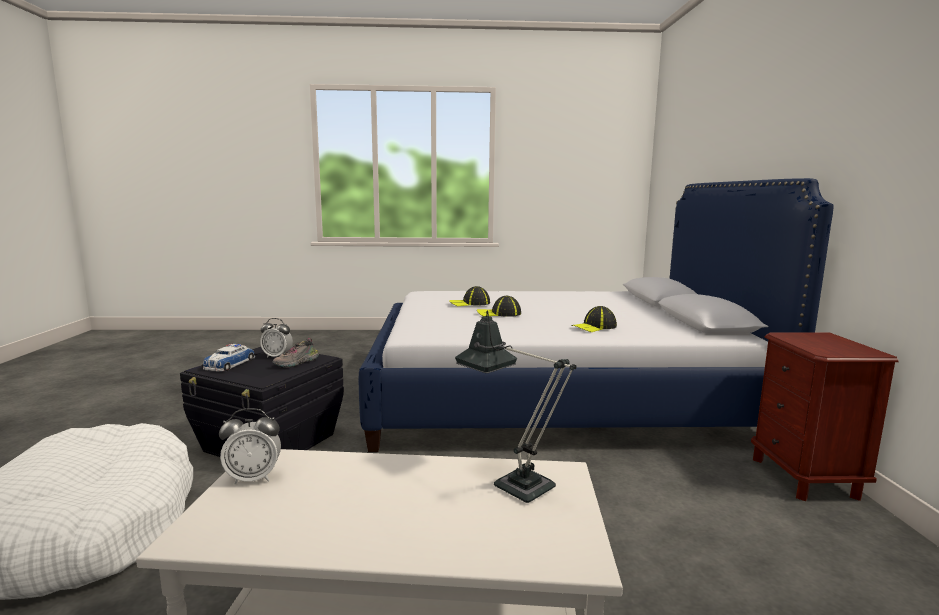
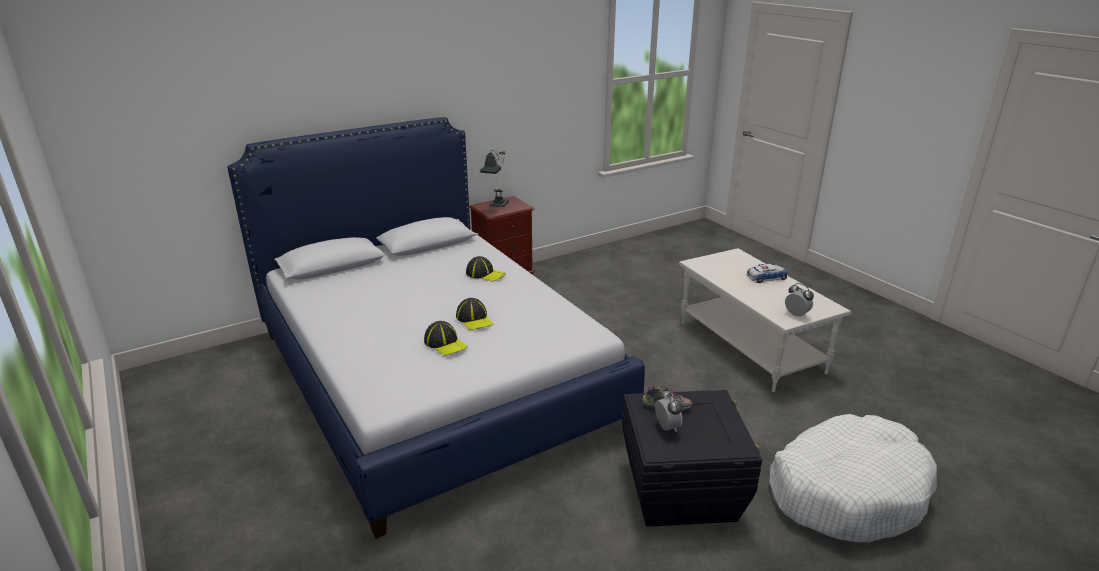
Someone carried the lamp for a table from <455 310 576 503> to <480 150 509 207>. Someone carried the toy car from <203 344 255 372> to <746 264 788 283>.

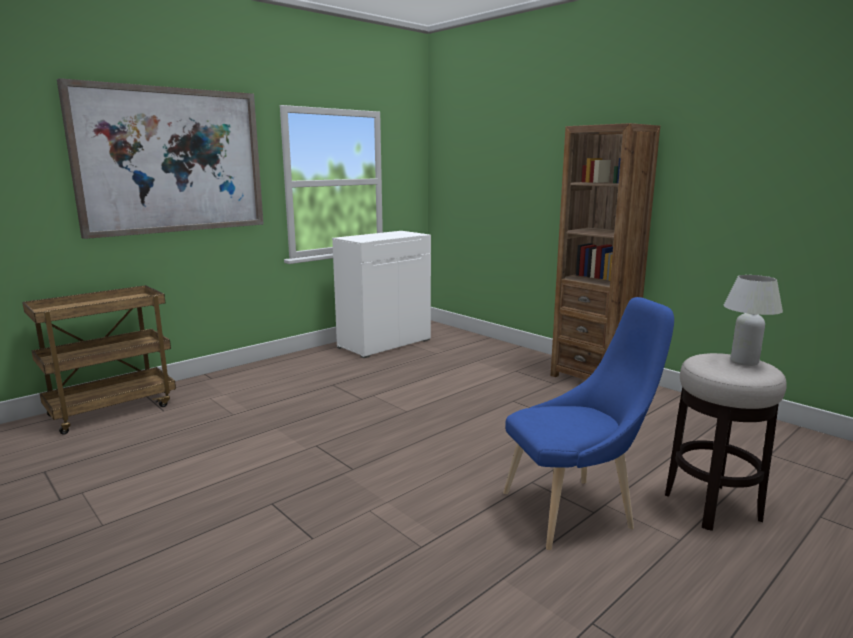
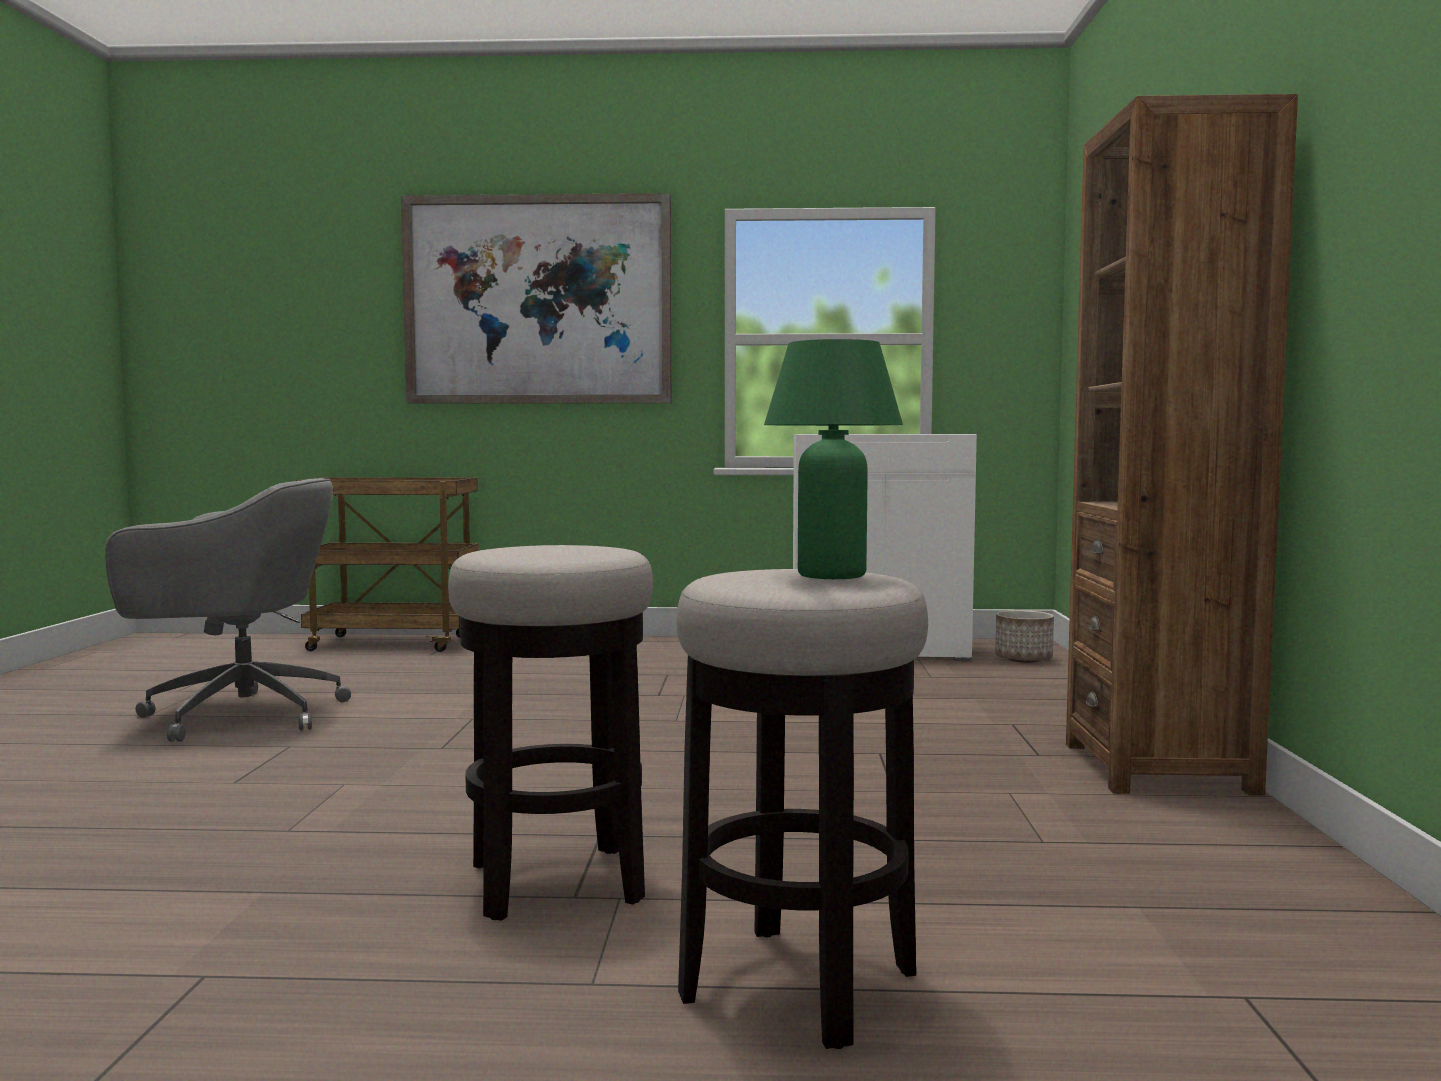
Someone repainted the white lamp for a table at <724 275 783 366>, which became the greenish lamp for a table at <764 339 903 579>. Someone swapped the bluish plain chair at <503 297 674 550> for the sitting stool at <448 545 653 921>. Someone put down the grey office chair at <105 478 351 742>. Someone put down the plant pot at <995 610 1054 663>.

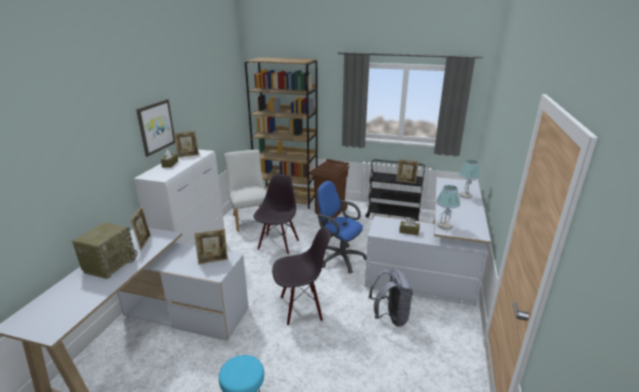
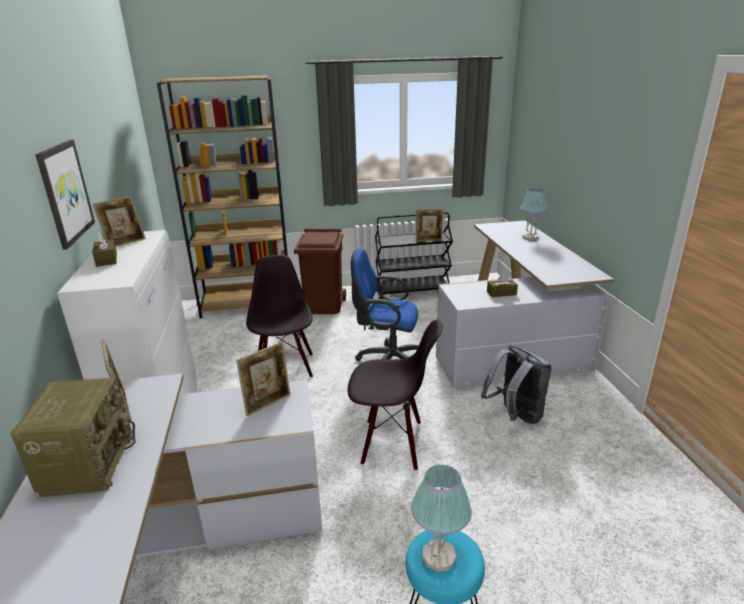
Someone took away the white plain chair at <224 150 271 232>. Someone carried the lamp for a table from <436 185 460 230> to <411 465 472 572>. Someone rotated the black plain chair at <272 227 331 325> by 45 degrees clockwise.

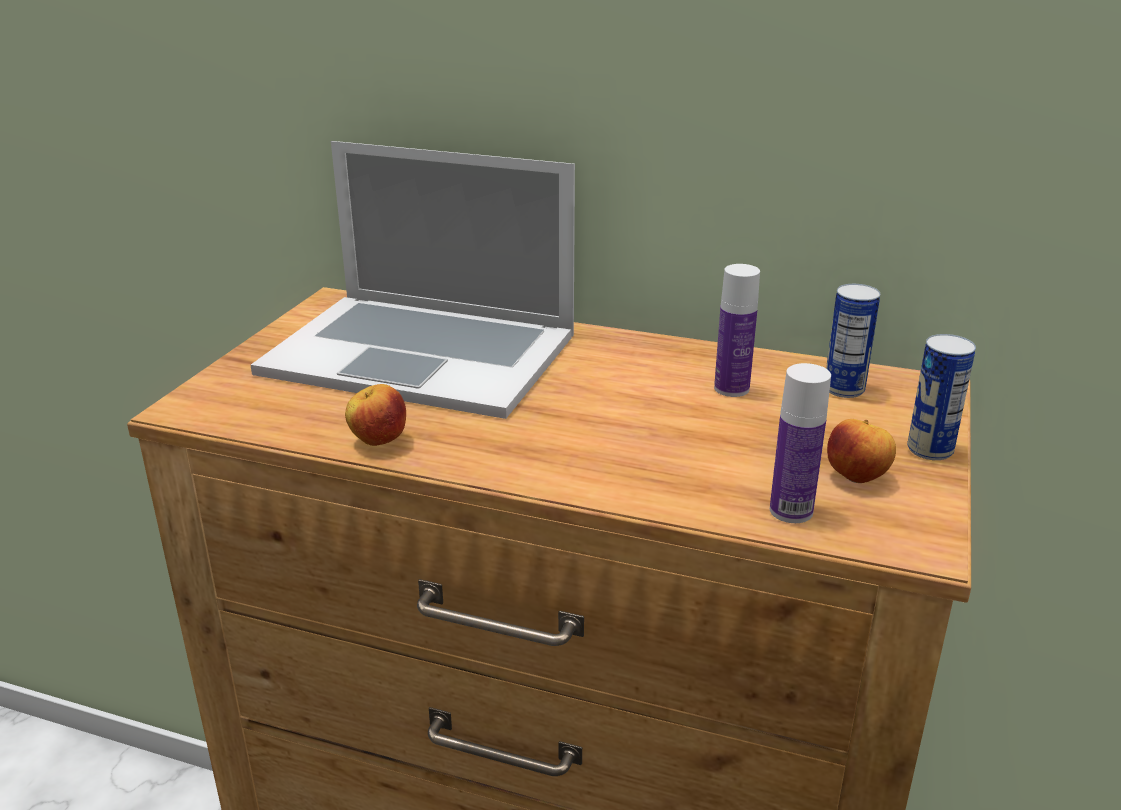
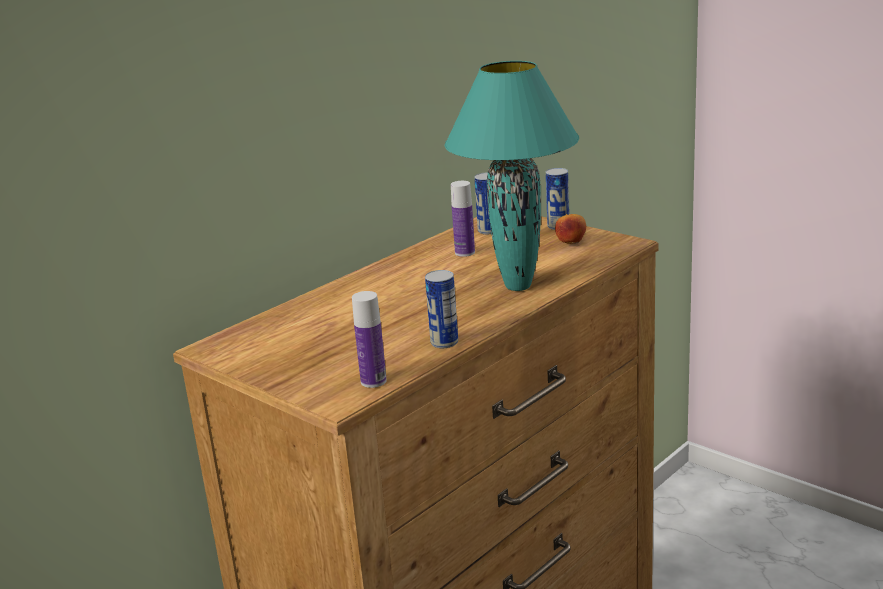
Someone took away the notebook computer at <251 141 575 419>. Someone carried the beverage bottle from <770 363 831 523> to <352 291 387 388>. Someone swapped the apple fruit at <345 384 406 446> for the sealed can at <425 270 458 348>. Someone put down the turquoise lamp for a table at <444 61 579 291>.

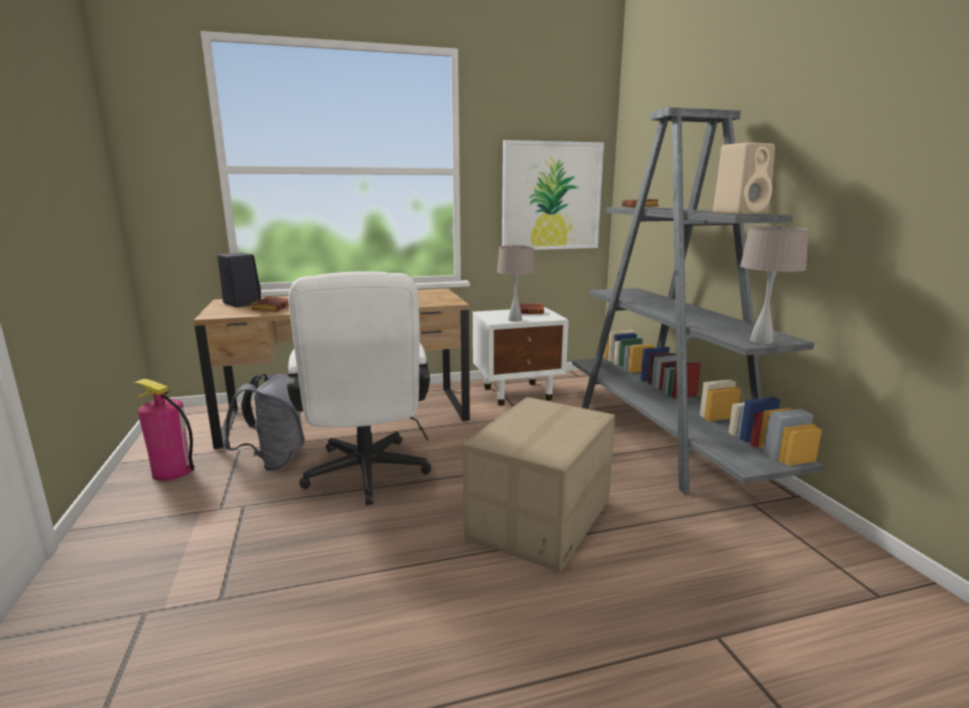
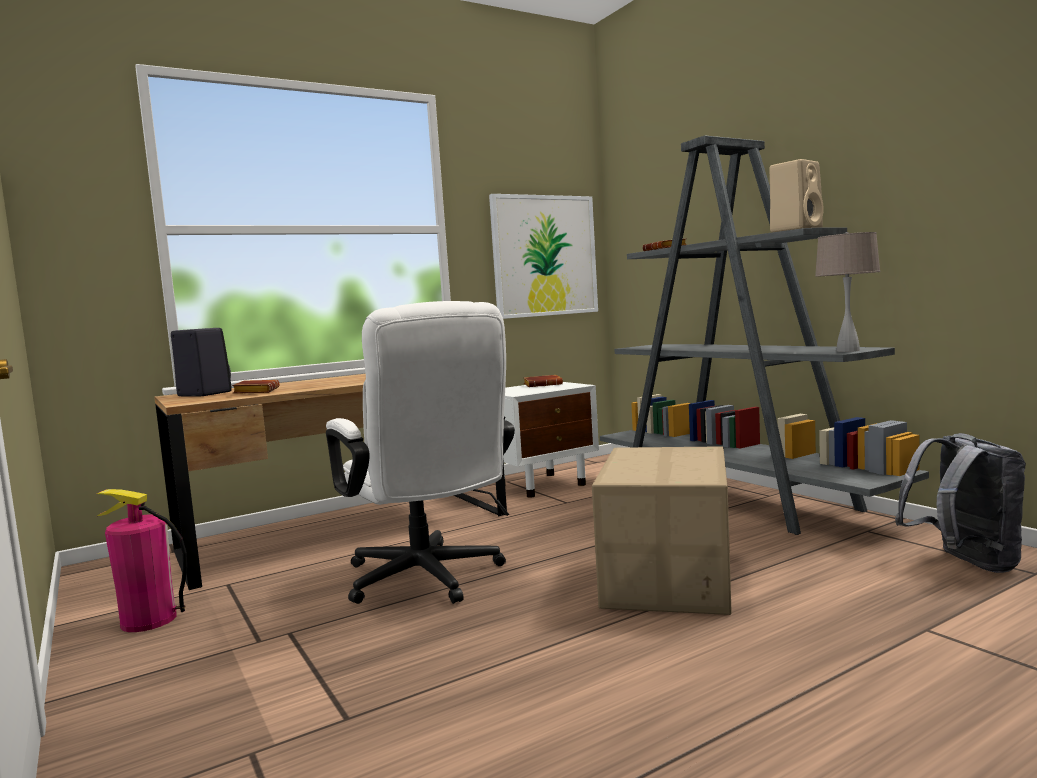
Someone took away the beige lamp for a table at <497 245 535 322>. Someone carried the grey backpack from <224 373 305 471> to <895 433 1026 573>.

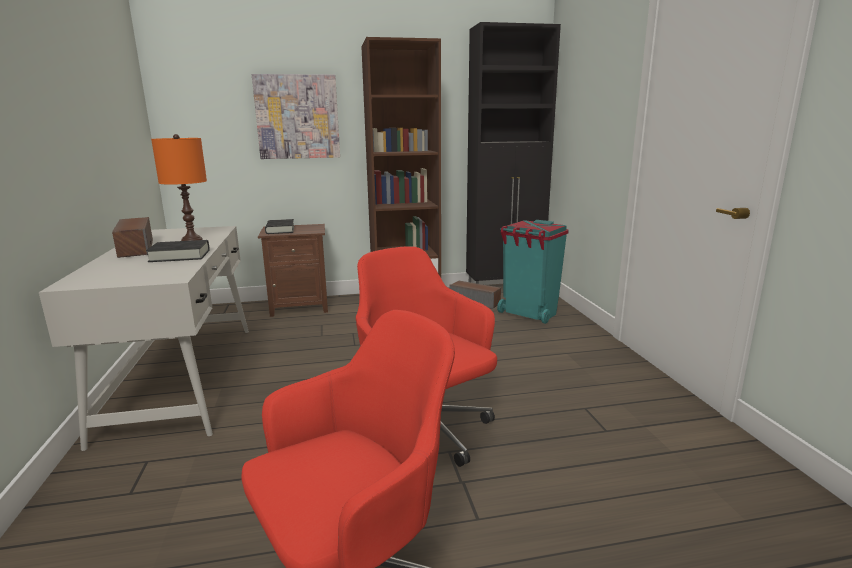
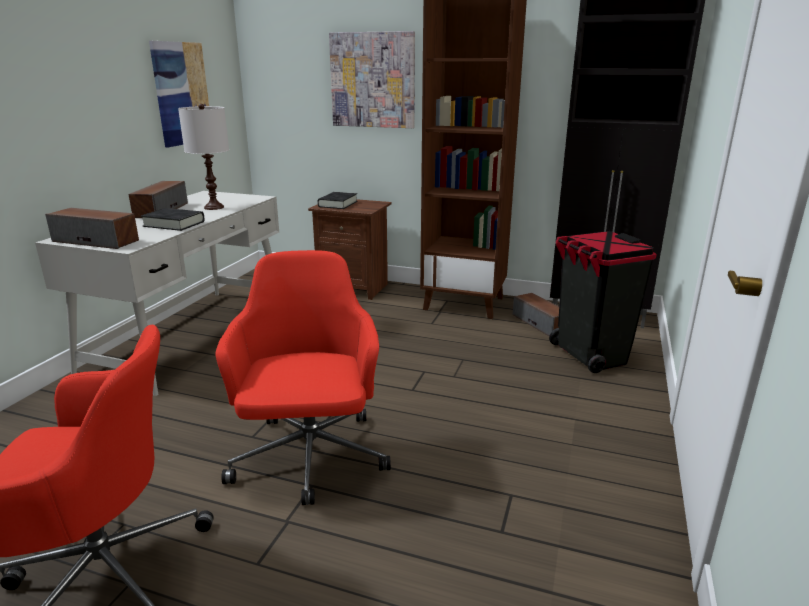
Someone repainted the orangey lamp for a table at <151 134 207 241>, which became the white lamp for a table at <178 104 229 210>. Someone repainted the turquoise waste bin at <497 220 569 324>, which became the black waste bin at <549 231 657 373>. Someone put up the wall art at <149 41 209 147>. Someone put down the audio speaker at <45 208 139 249>.

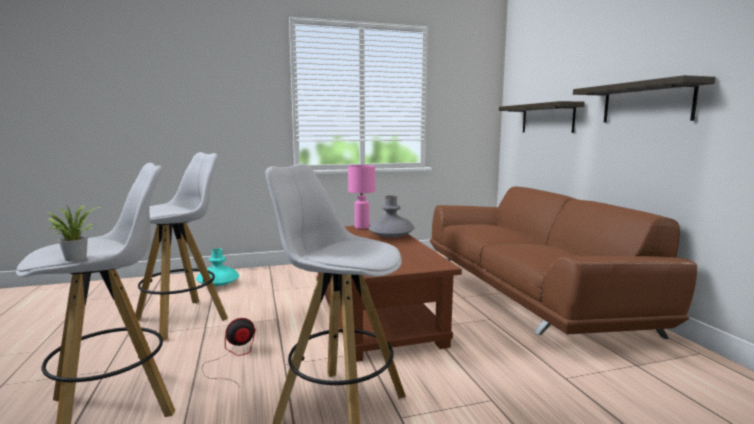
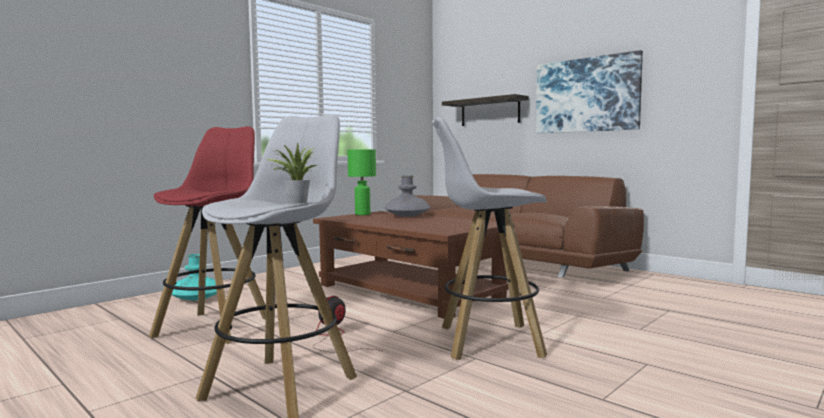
Someone swapped the wall shelf at <573 75 715 123> for the wall art at <536 50 643 133>. Someone repainted the white sitting stool at <135 152 228 341>, which became the red-coloured sitting stool at <149 126 266 344>. Someone repainted the pink lamp for a table at <348 165 375 229>, which became the greenish lamp for a table at <348 149 376 215>.

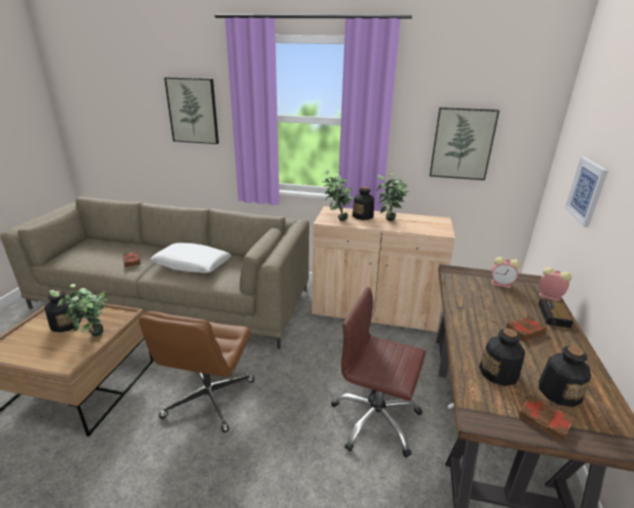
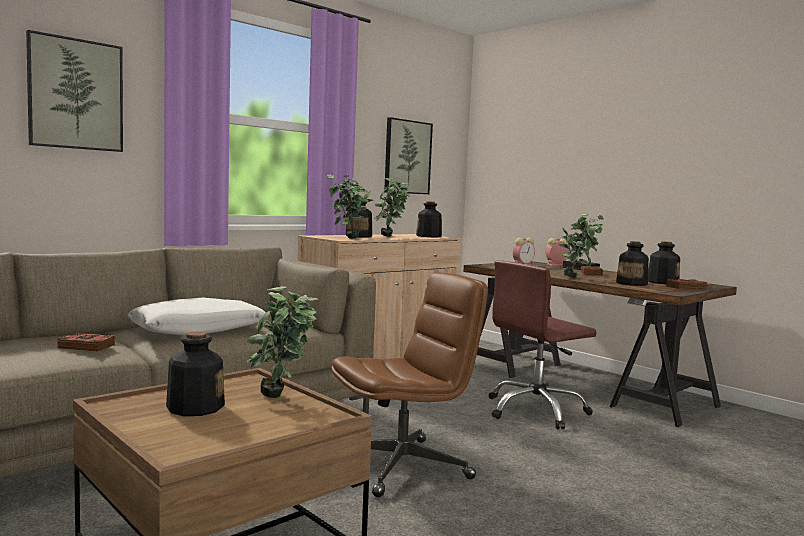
Someone took away the wall art at <565 157 608 227>. Someone rotated the brown-coloured office chair at <139 311 255 433> by 75 degrees counterclockwise. Someone put down the beverage bottle at <416 201 442 237>. Someone put down the houseplant at <558 214 604 278>.

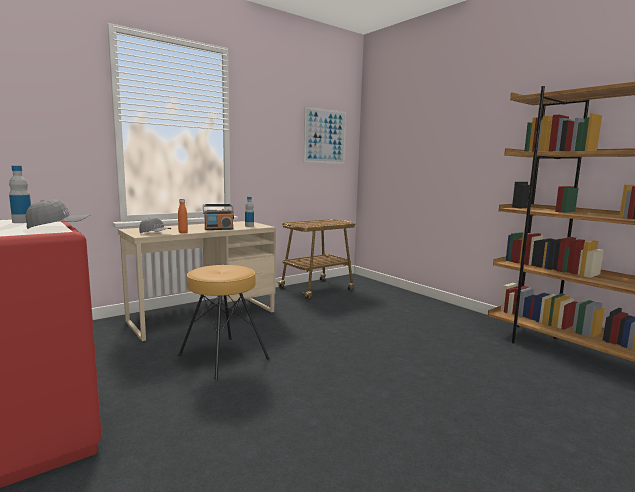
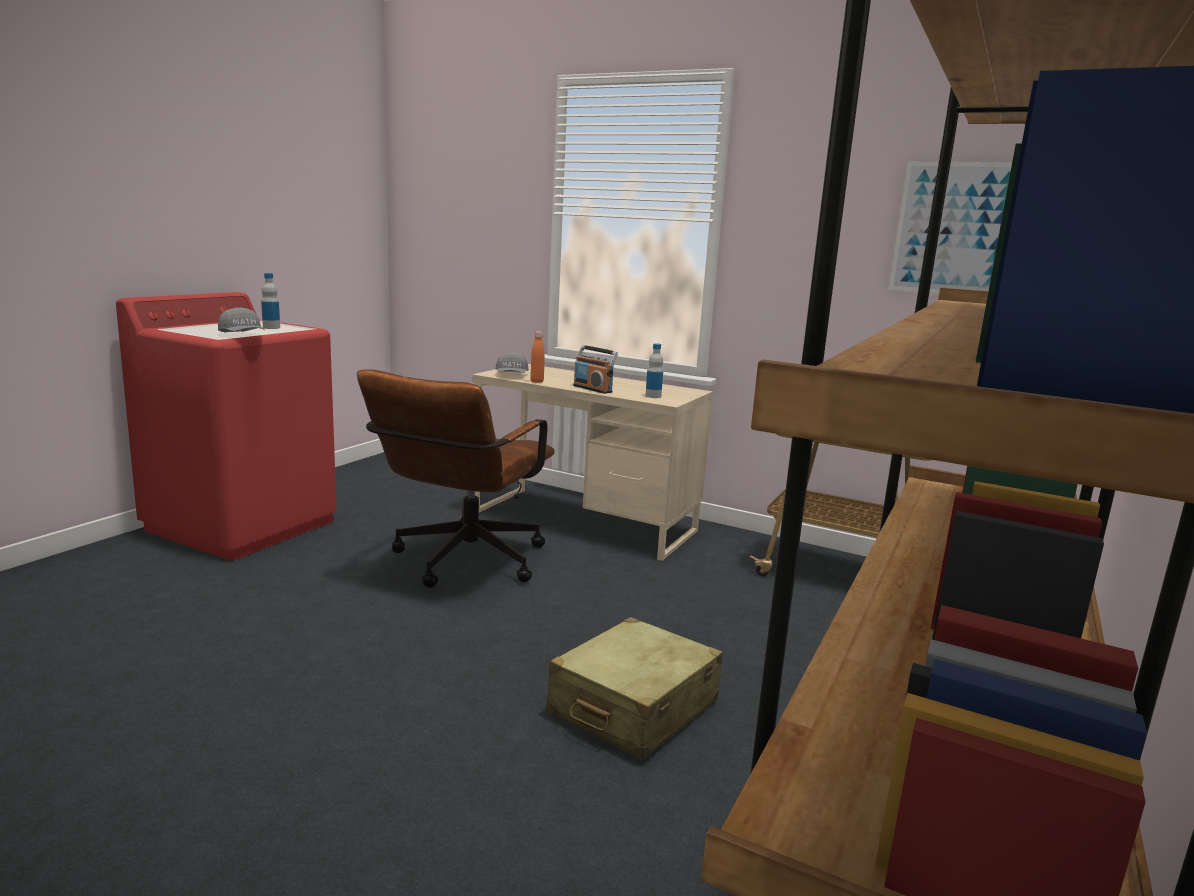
Someone swapped the brown-coloured sitting stool at <178 265 269 380> for the brown-coloured office chair at <357 369 555 588>. Someone put down the beige travel case at <547 617 723 760>.

